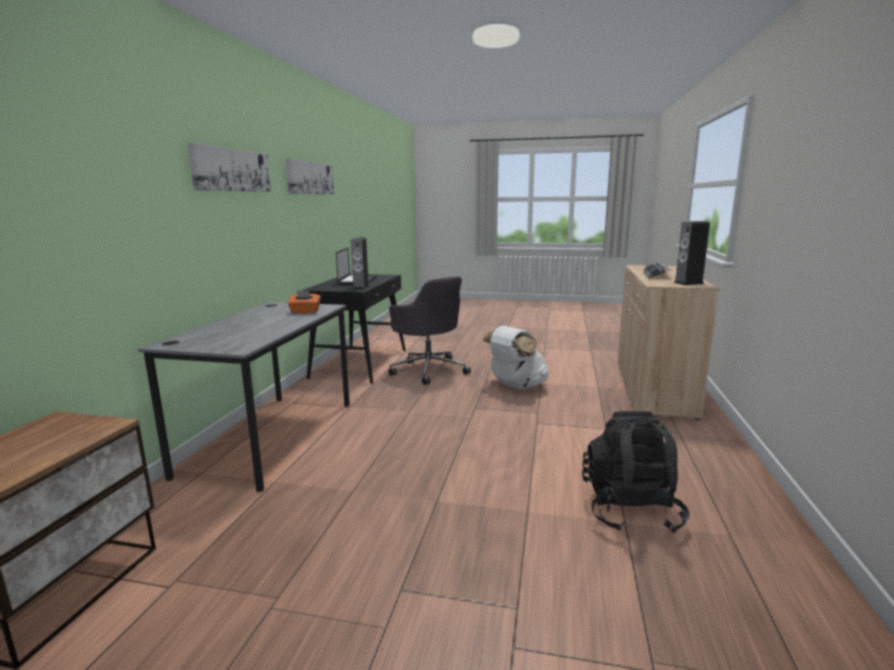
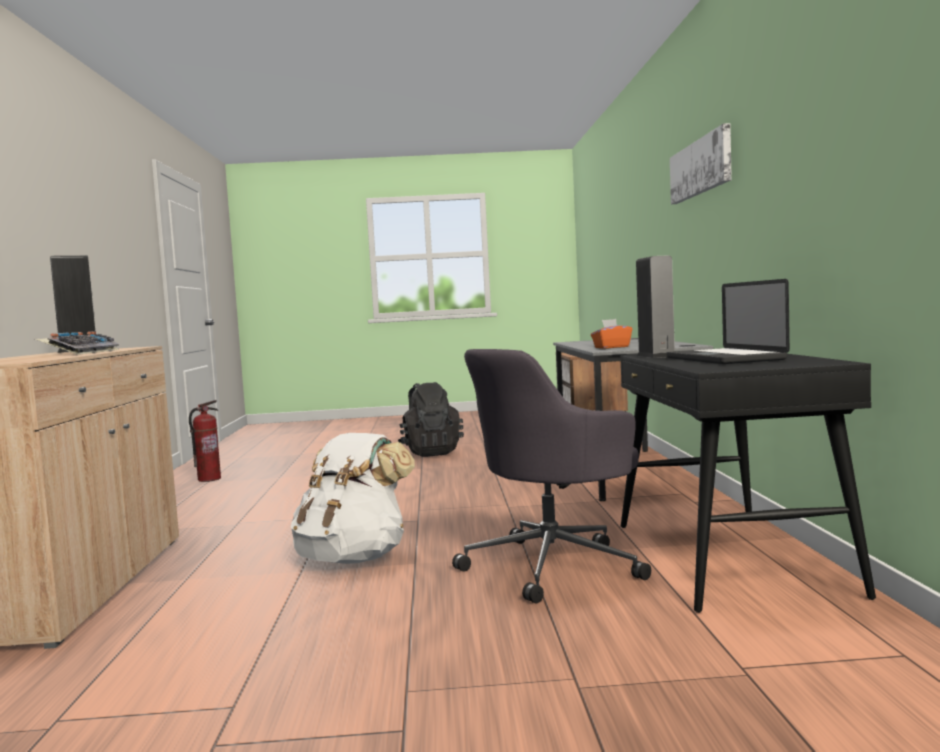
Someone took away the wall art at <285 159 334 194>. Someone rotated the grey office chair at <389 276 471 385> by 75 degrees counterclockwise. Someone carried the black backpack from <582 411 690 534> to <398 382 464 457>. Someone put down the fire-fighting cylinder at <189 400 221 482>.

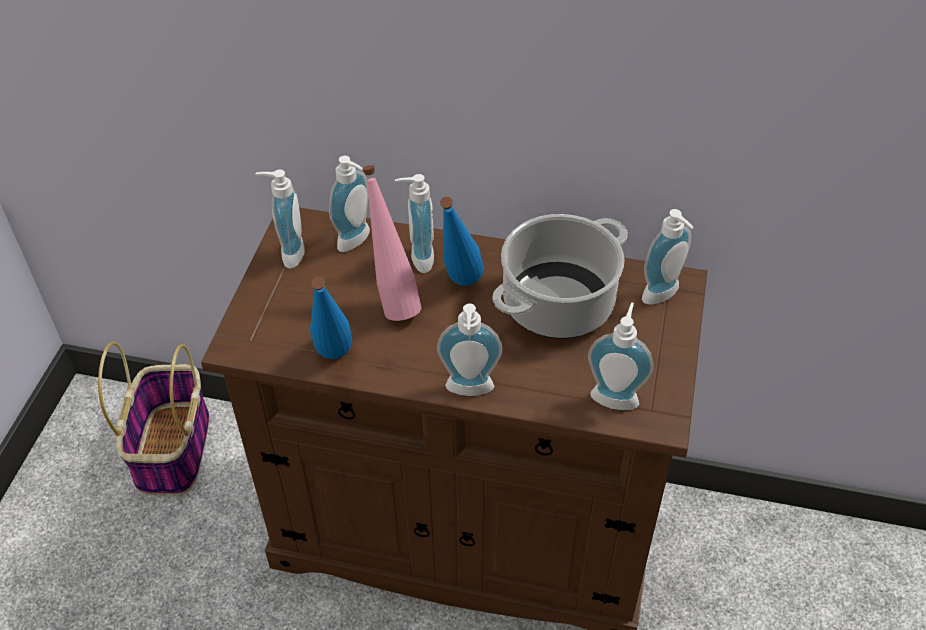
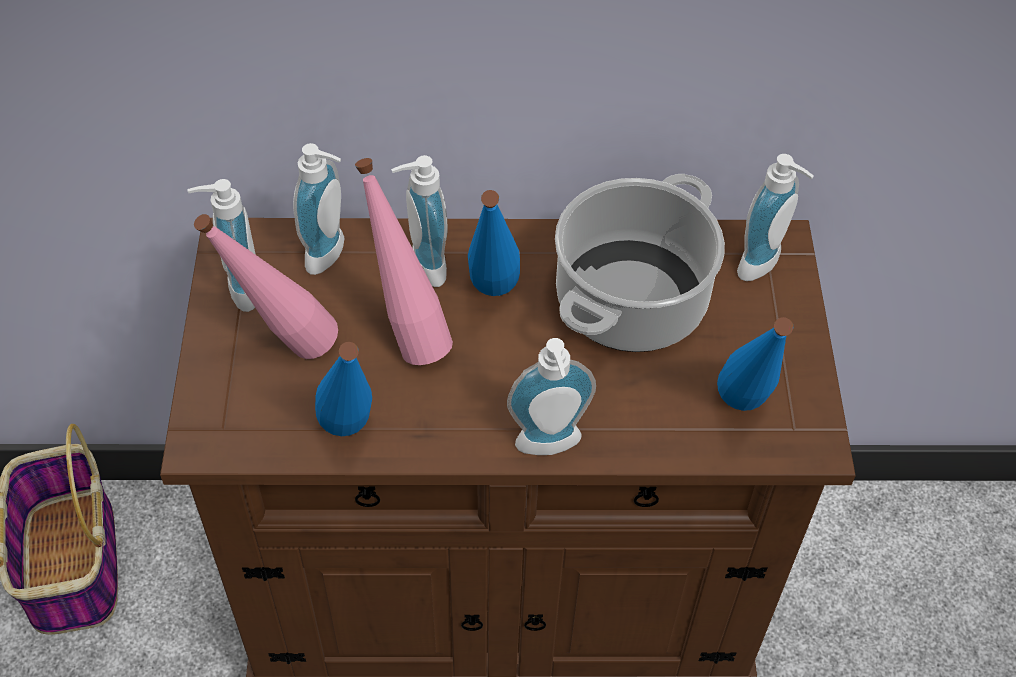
Someone swapped the soap bottle at <588 302 654 410> for the bluish beverage bottle at <717 317 793 411>. Someone put down the pink beverage bottle at <194 214 338 359>.

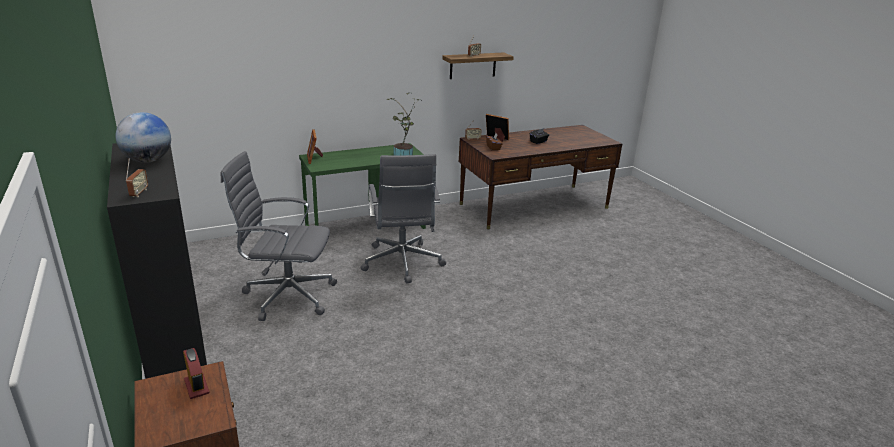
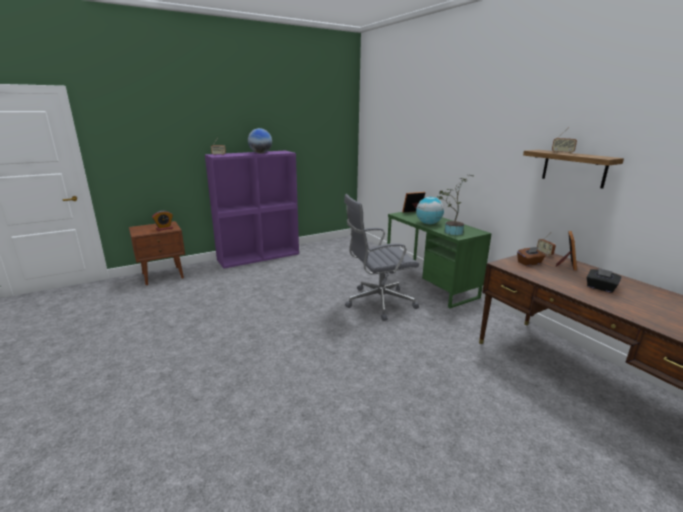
Someone repainted the black bookcase at <107 143 207 379>, which became the purple-coloured bookcase at <205 151 299 269>. Someone took away the grey office chair at <220 151 337 321>. Someone put down the globe at <416 197 444 224>.

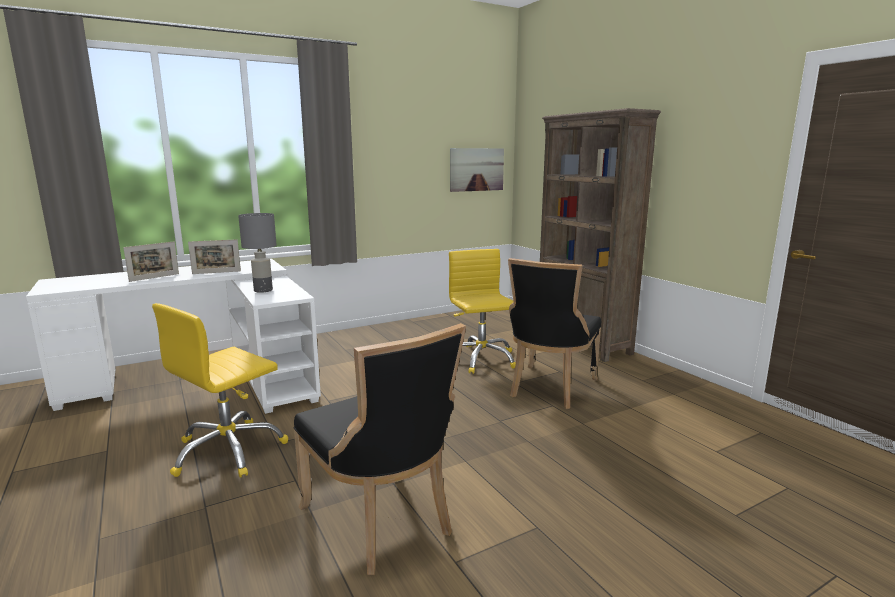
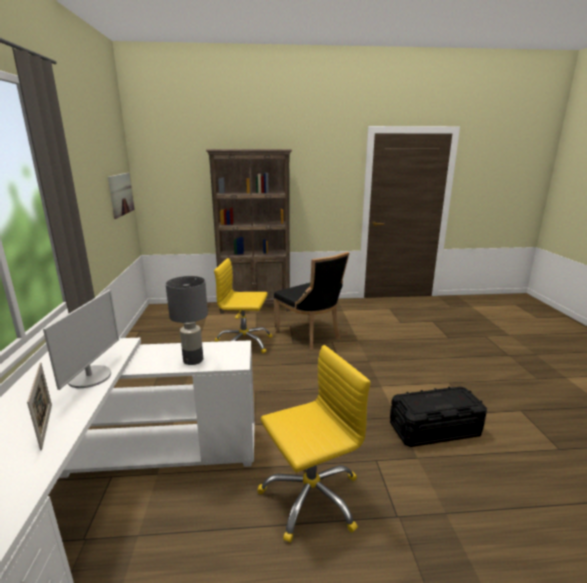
Someone swapped the picture frame at <188 239 241 274> for the computer screen at <43 290 119 390>. Someone rotated the yellow office chair at <152 303 288 478> by 90 degrees counterclockwise. Someone swapped the black plain chair at <293 323 466 575> for the black storage bin at <390 386 487 447>.

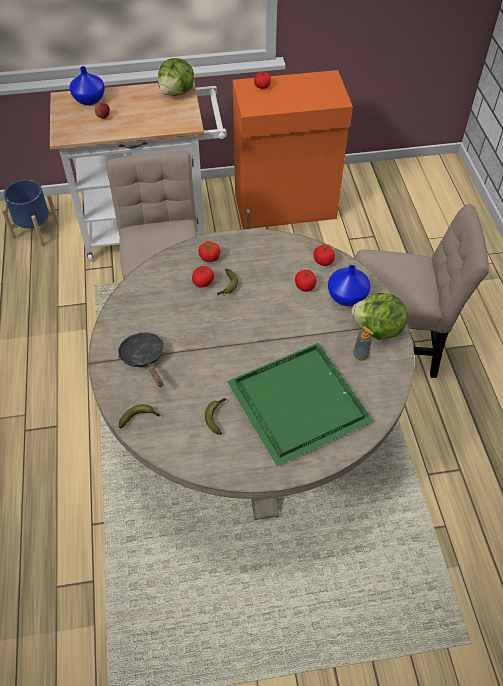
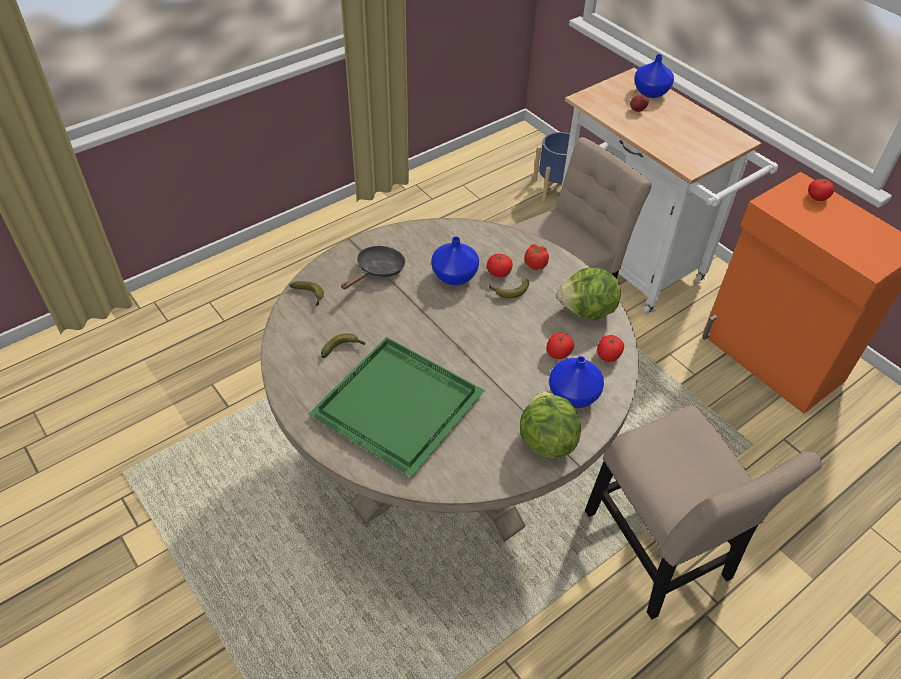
Someone carried the head of lettuce from <158 58 194 96> to <557 268 621 320>. Someone took away the soap bottle at <353 326 373 361>. Someone put down the bluish flower vase at <431 237 479 285>.

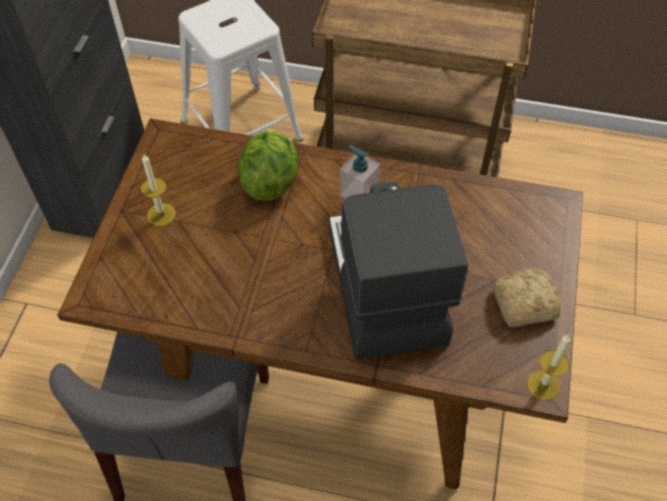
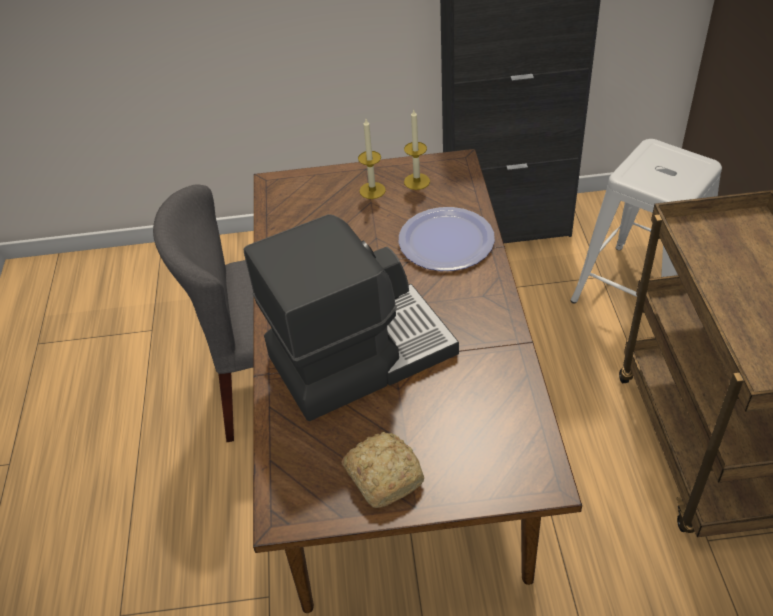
Someone swapped the head of lettuce at <238 129 299 201> for the plate at <399 207 495 271>. Someone took away the soap bottle at <340 145 380 198>. Someone carried the wax candle from <527 335 570 401> to <404 110 430 190>.

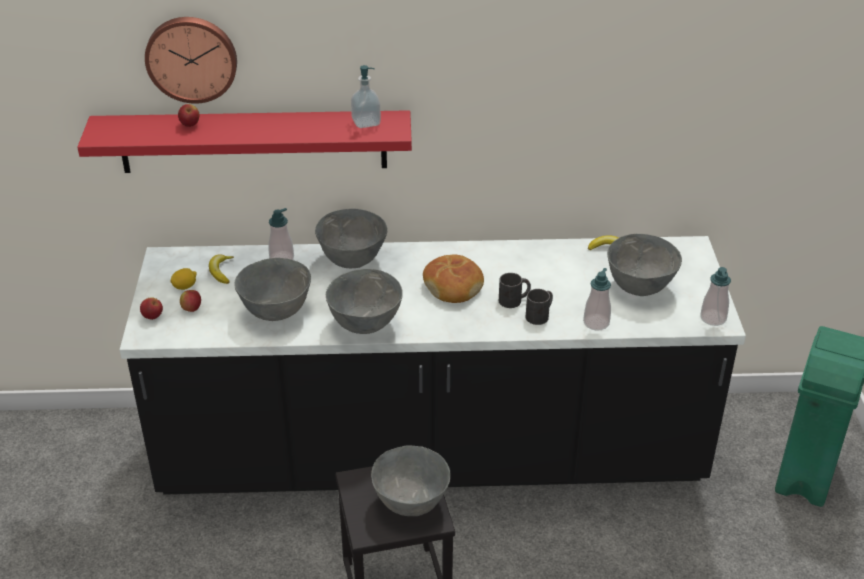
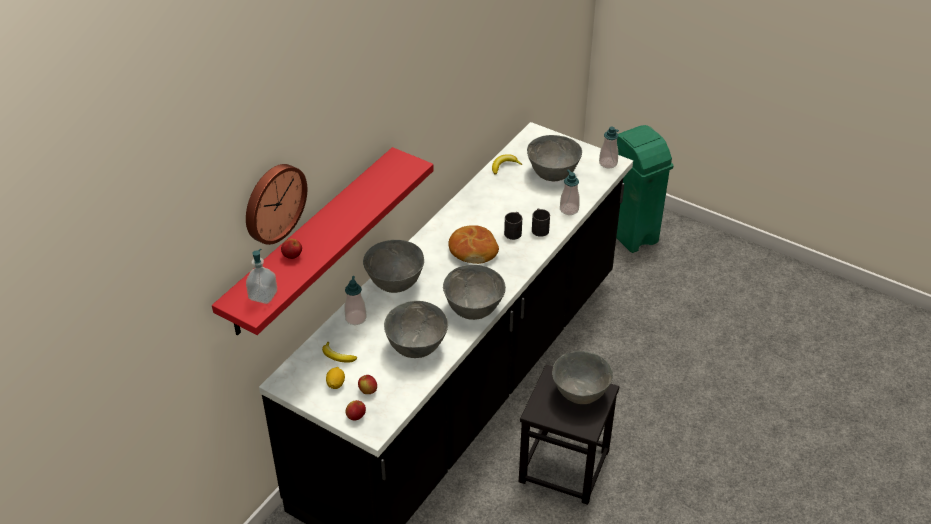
Someone carried the soap bottle from <351 65 381 128> to <246 249 277 304>.

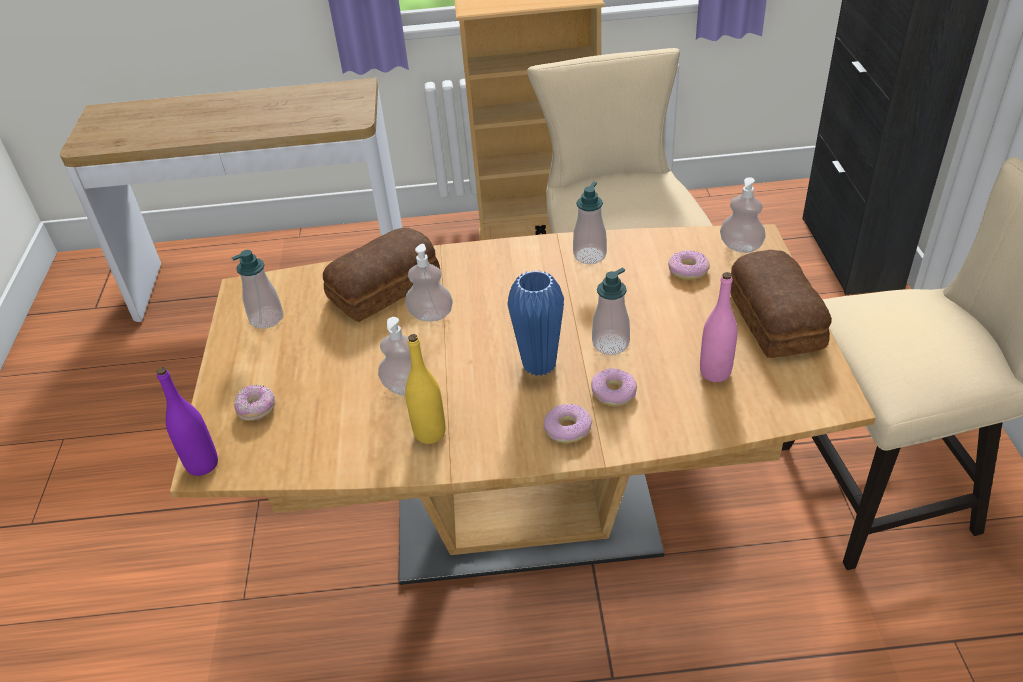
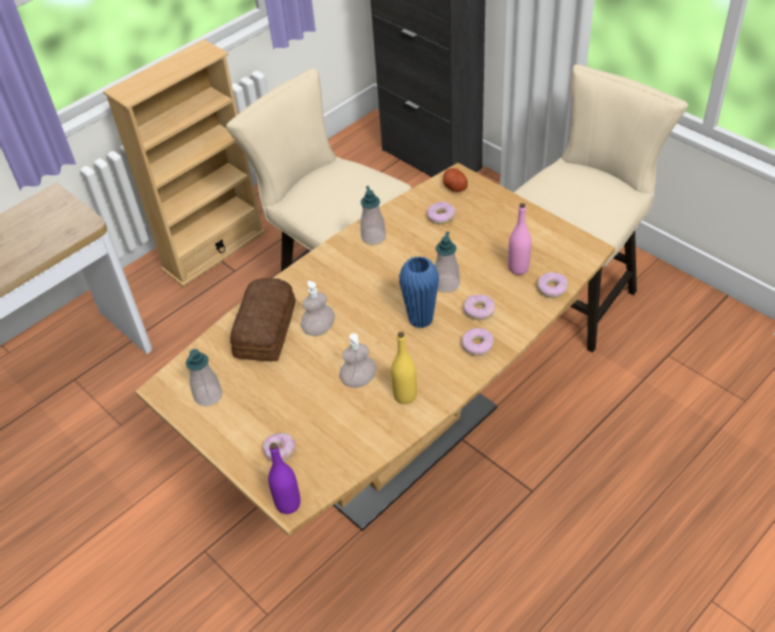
Someone swapped the soap bottle at <720 177 766 253> for the potato at <443 168 468 192>. Someone took away the bread at <731 250 832 358>. Someone put down the ring doughnut at <537 272 568 298>.

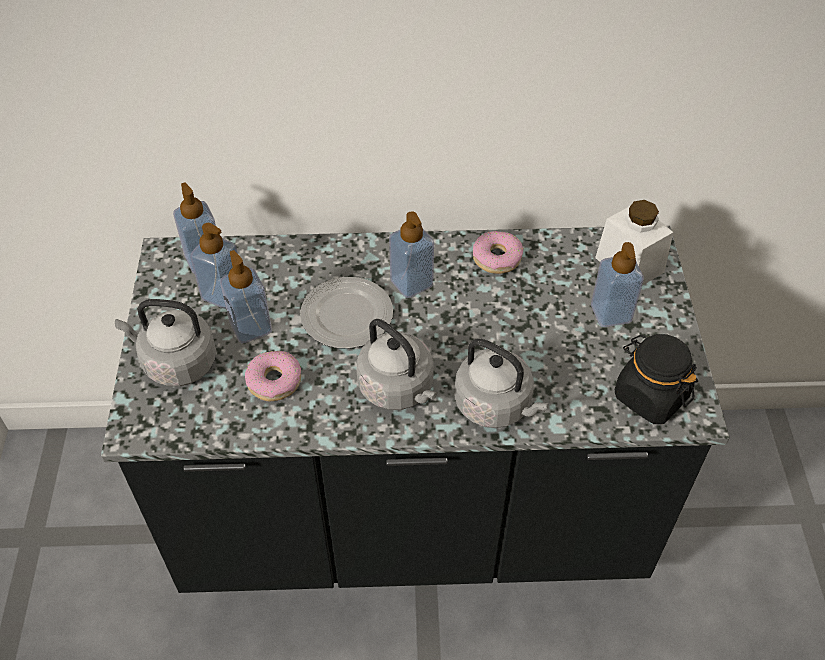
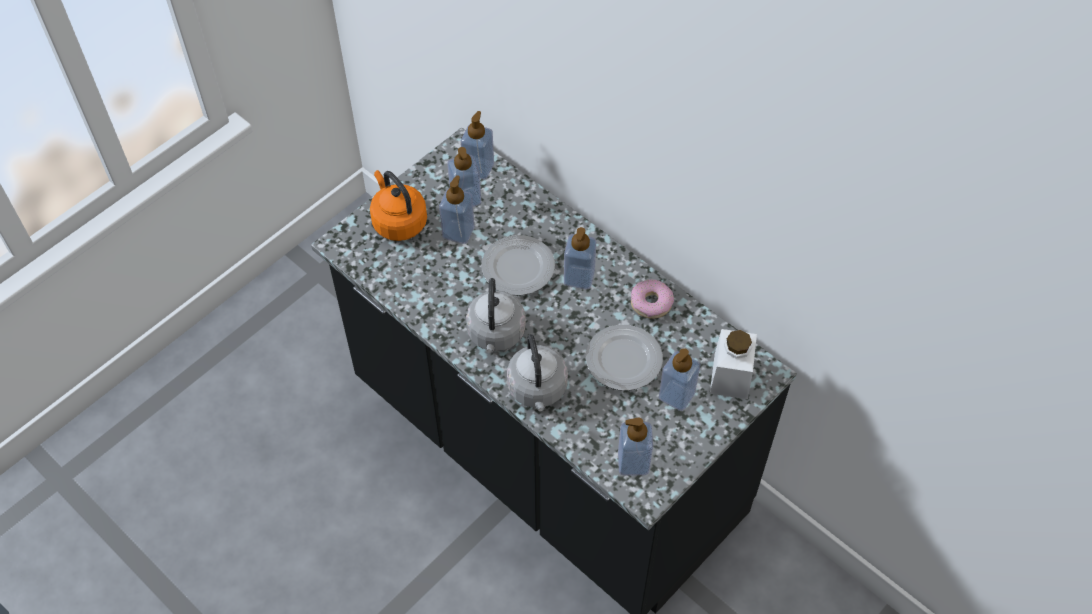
Someone repainted the grey water kettle at <115 299 216 387>, which became the orangey water kettle at <370 170 427 241>. Someone swapped the black preserve jar at <615 334 698 424> for the soap bottle at <618 418 653 476>. Someone took away the ring doughnut at <245 351 301 401>. Someone put down the plate at <586 325 663 391>.

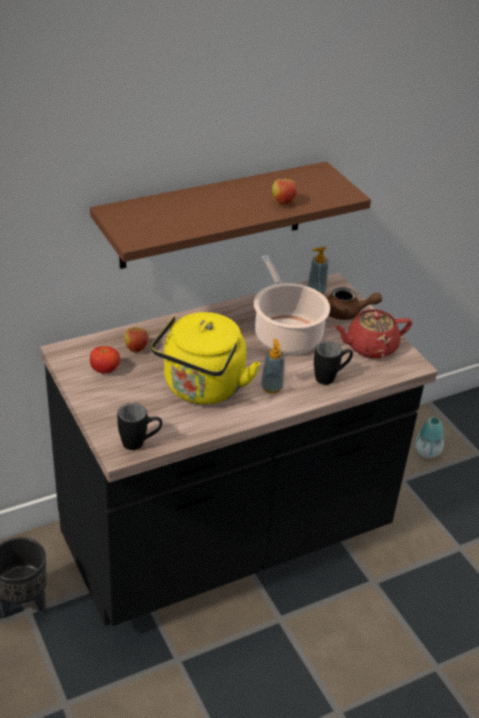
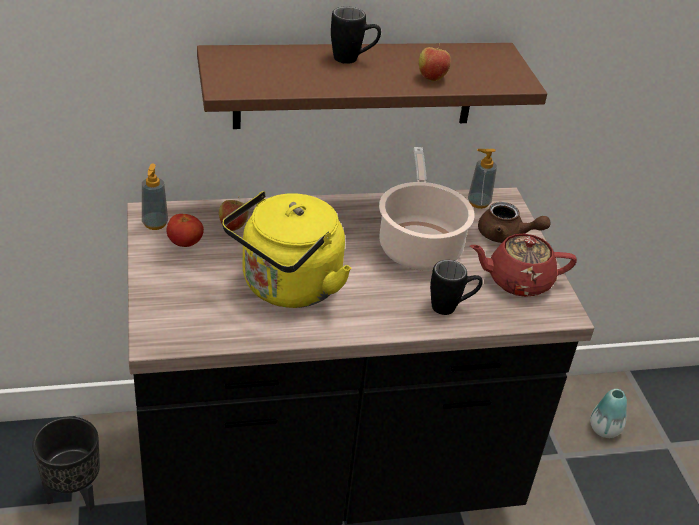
Someone carried the soap bottle from <261 339 284 394> to <142 164 168 230>. Someone carried the black coffee mug from <117 403 162 450> to <331 6 381 64>.

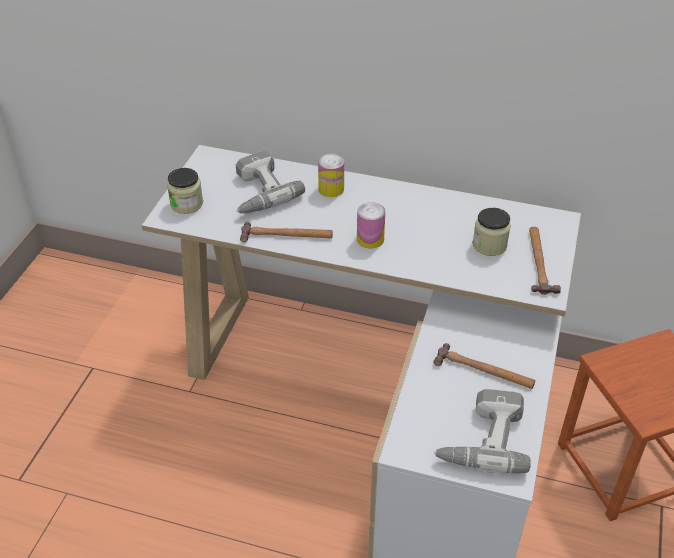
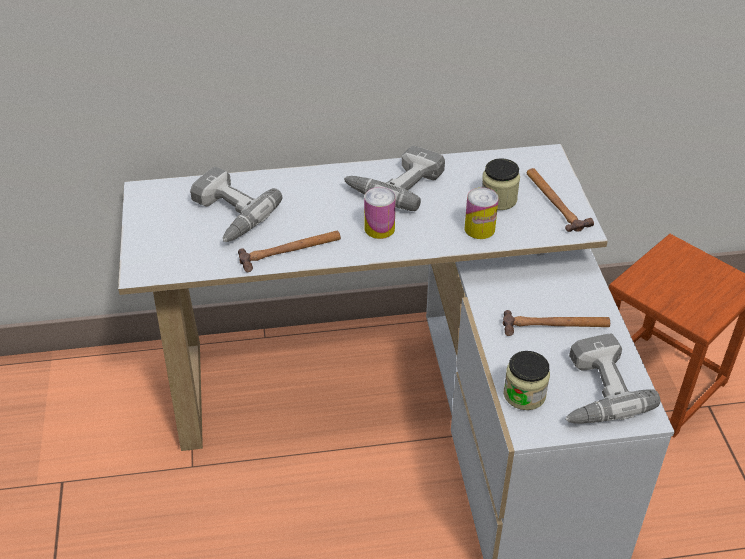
Someone carried the sealed can from <318 154 344 197> to <465 188 499 239>. Someone carried the preserve jar from <167 168 203 214> to <504 351 550 410>. Someone put down the drill at <344 146 445 211>.

